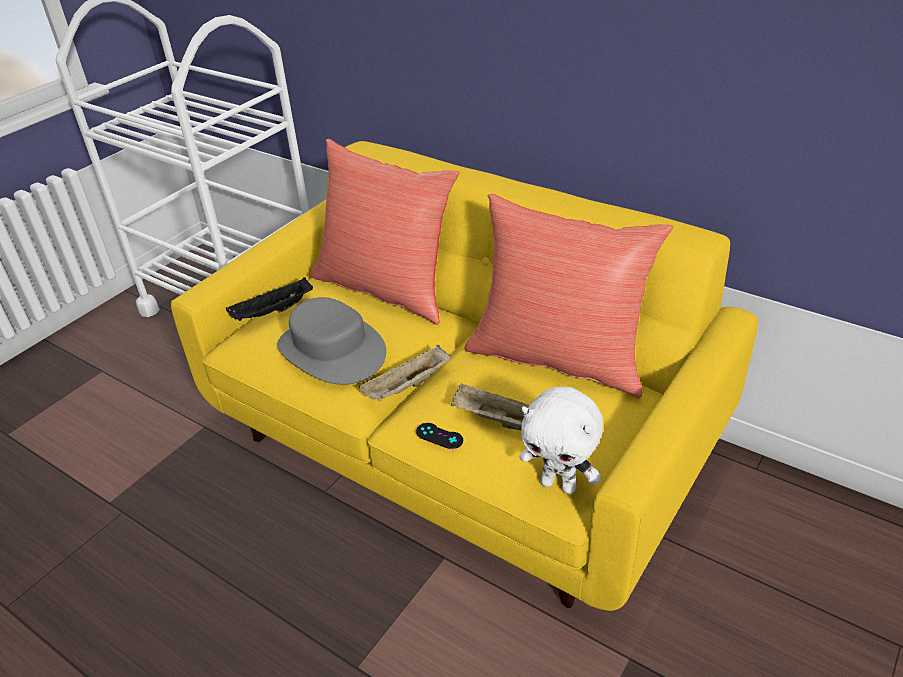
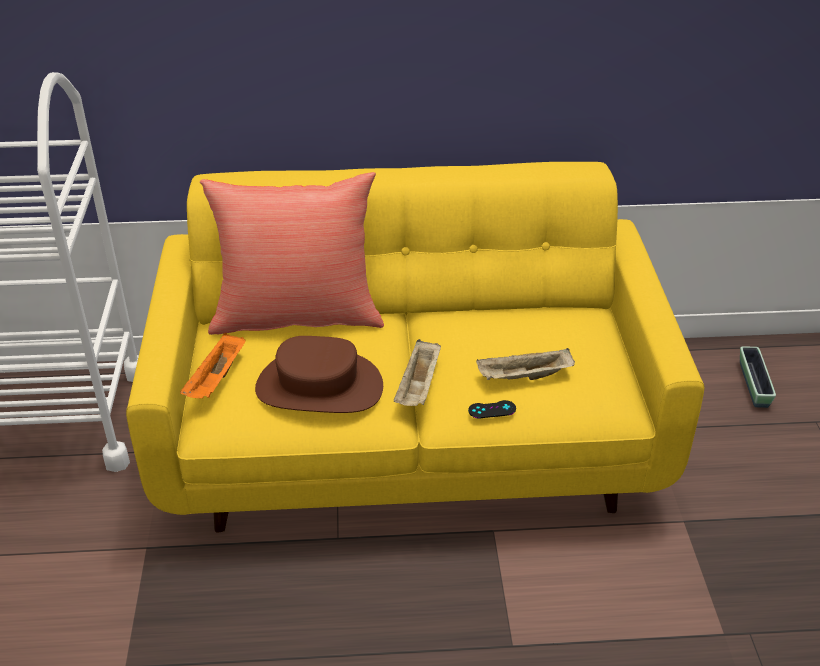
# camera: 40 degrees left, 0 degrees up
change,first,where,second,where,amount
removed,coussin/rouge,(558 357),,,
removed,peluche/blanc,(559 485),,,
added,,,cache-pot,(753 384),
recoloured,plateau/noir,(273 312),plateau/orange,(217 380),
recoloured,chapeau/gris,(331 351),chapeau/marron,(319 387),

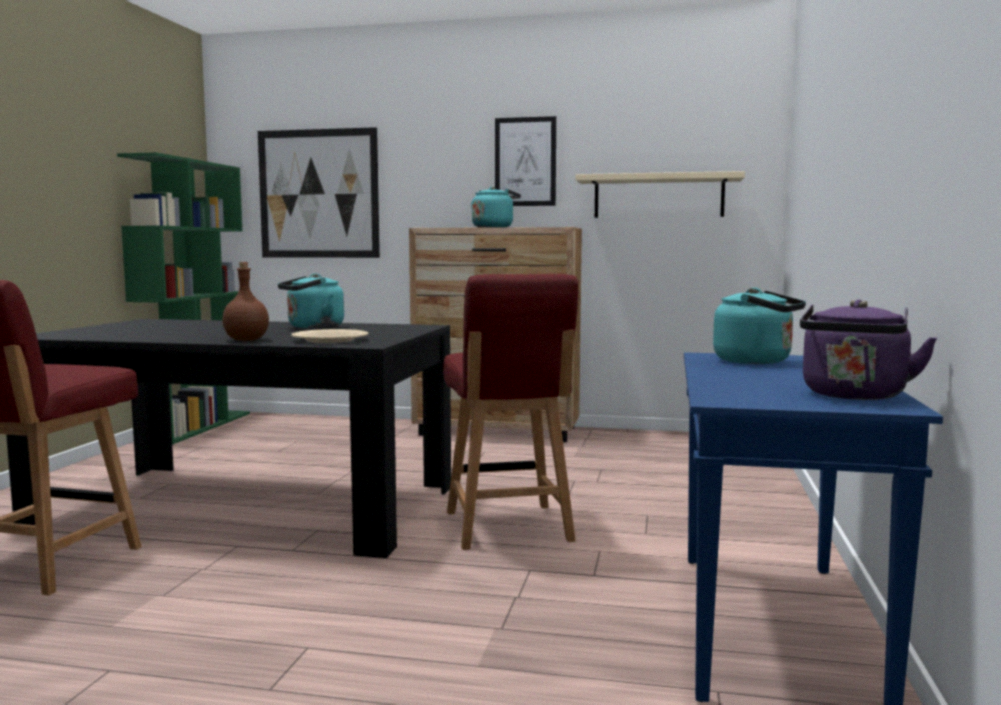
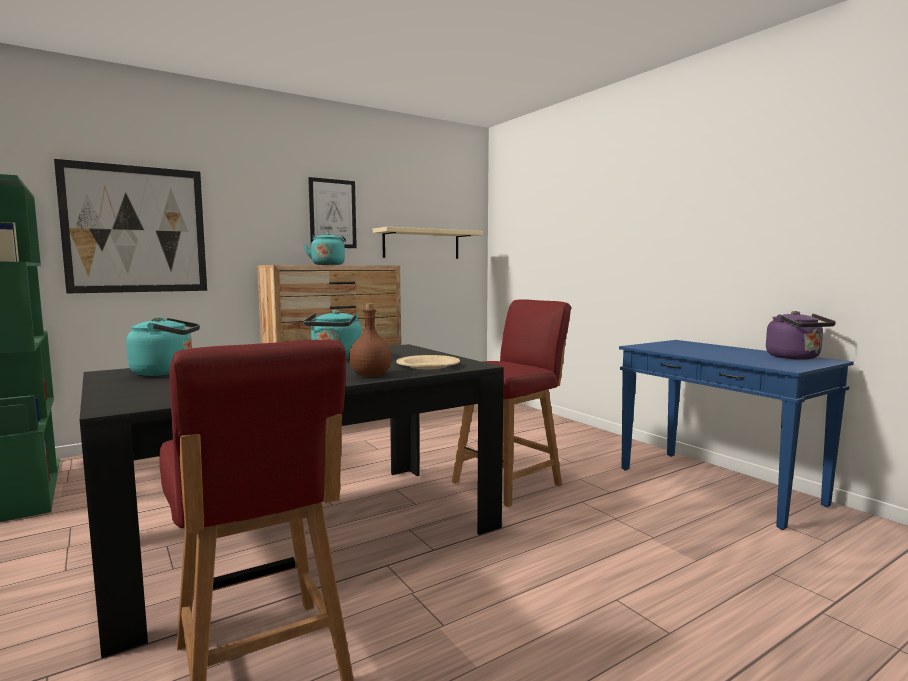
# camera: 45 degrees left, 0 degrees up
change,first,where,second,where,amount
moved,bouilloire/turquoise,(757 361),,(167 372),
turned,chaise/rouge,(508 527),,(509 483),75 degrees counterclockwise

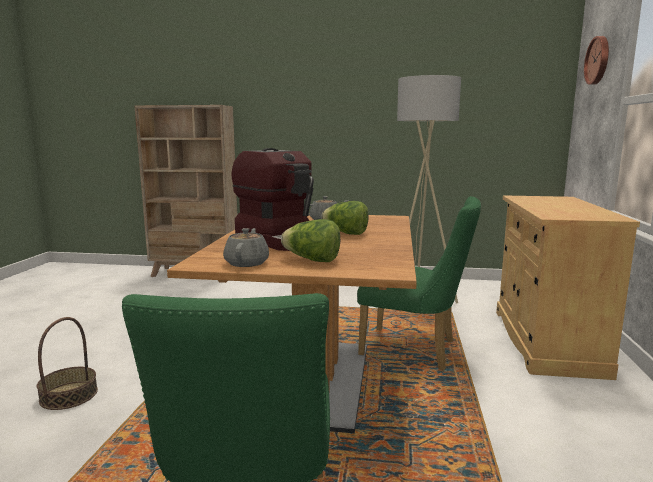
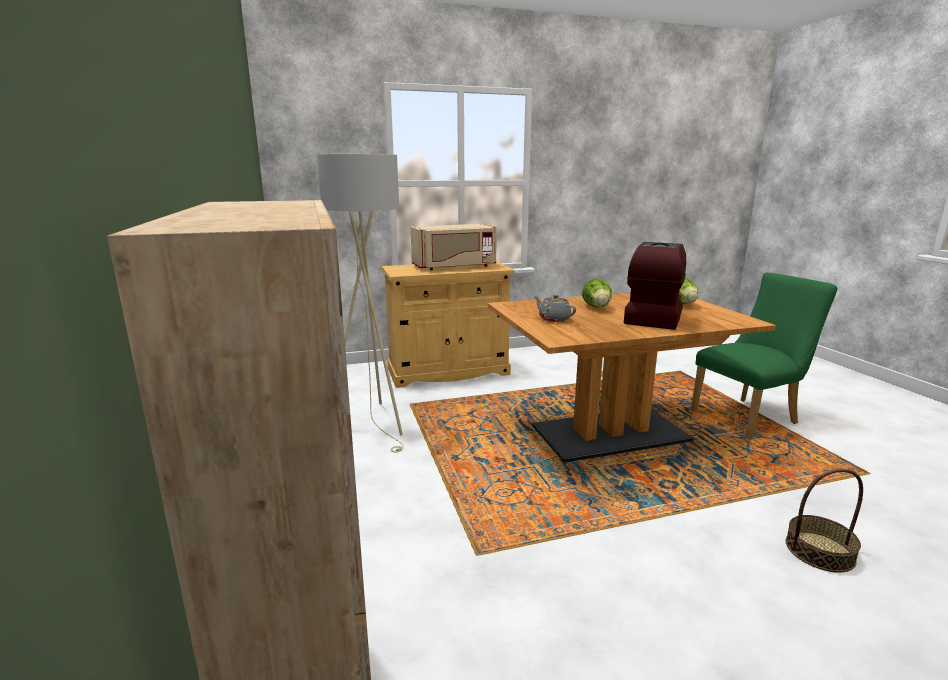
# camera: 115 degrees left, 5 degrees up
change,first,where,second,where,amount
removed,théière/gris,(247 263),,,
removed,chaise/vert,(415 350),,,
removed,horloge murale,(598 60),,,
added,,,micro-ondes/beige,(454 267),

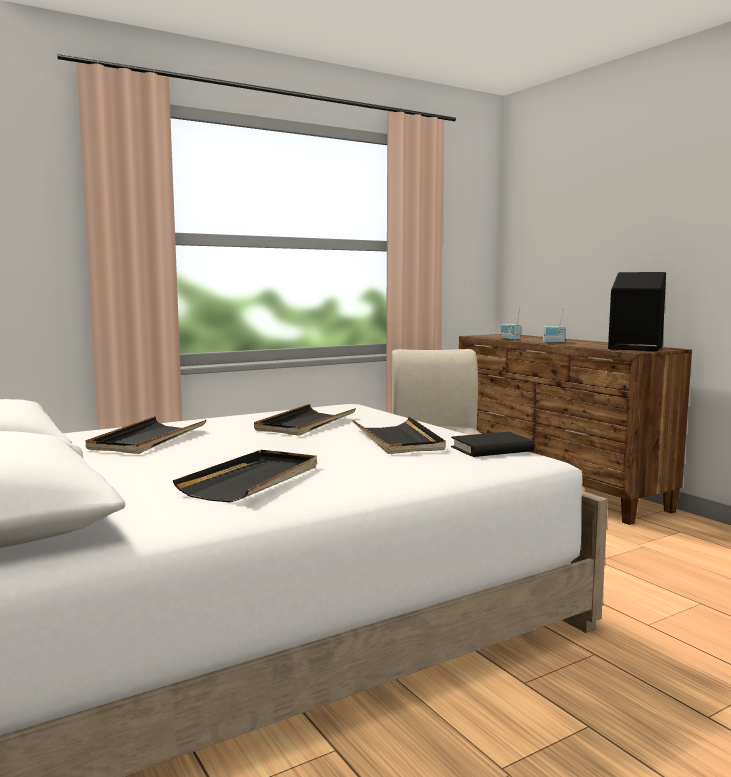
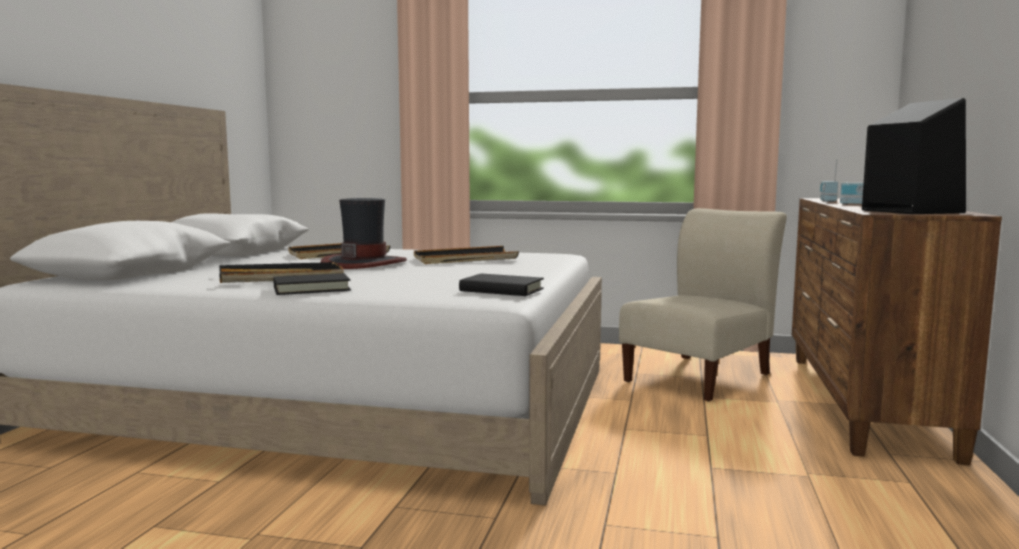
# camera: 45 degrees right, 0 degrees up
change,first,where,second,where,amount
removed,plateau/noir,(398 439),,,
added,,,livre/noir,(311 289),
added,,,chapeau,(364 263),

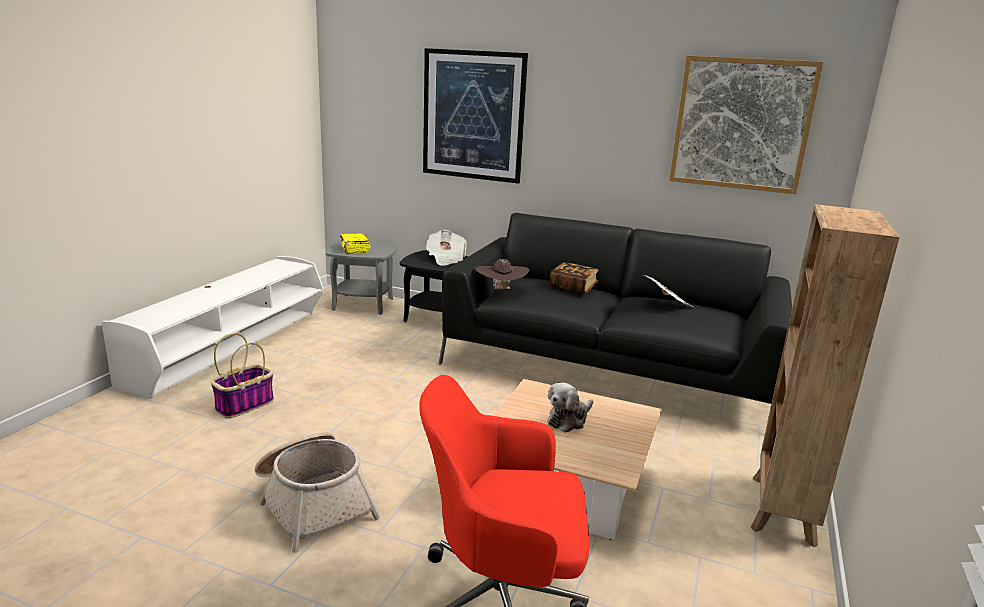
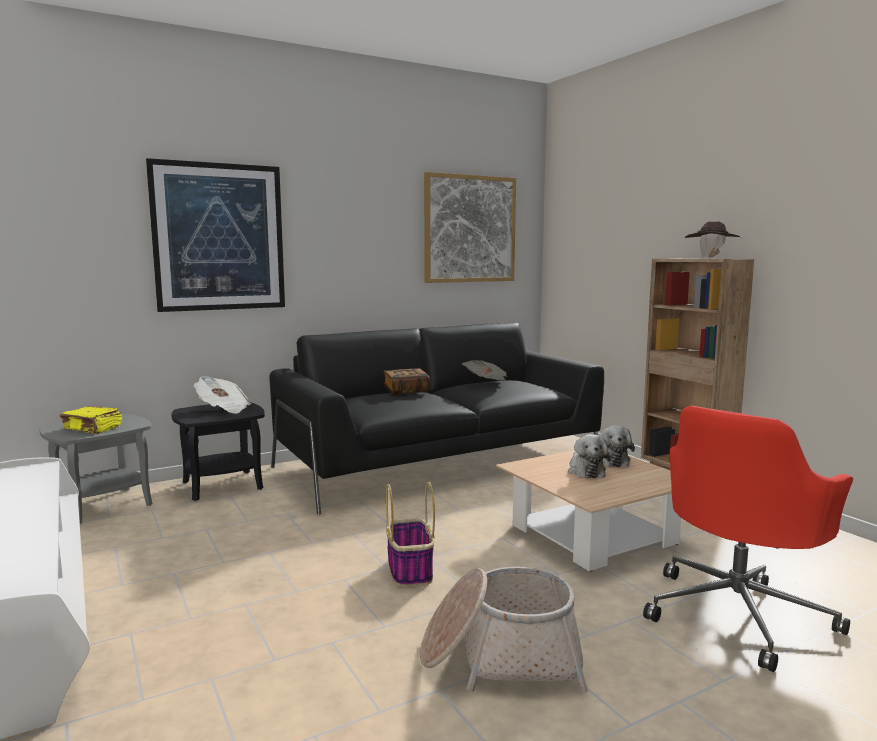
# camera: 50 degrees left, 10 degrees down
change,first,where,second,where,amount
added,,,peluche,(611 460),
moved,panier,(245 405),,(409 570),
moved,chapeau/marron,(501 290),,(711 258),

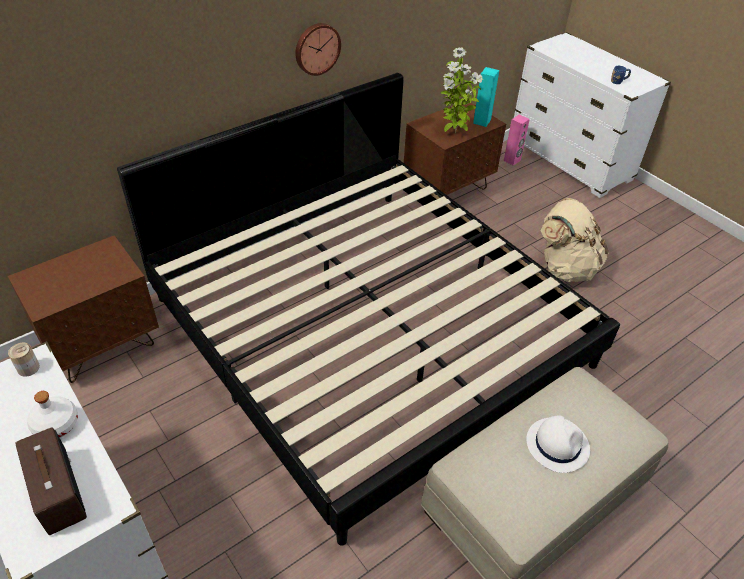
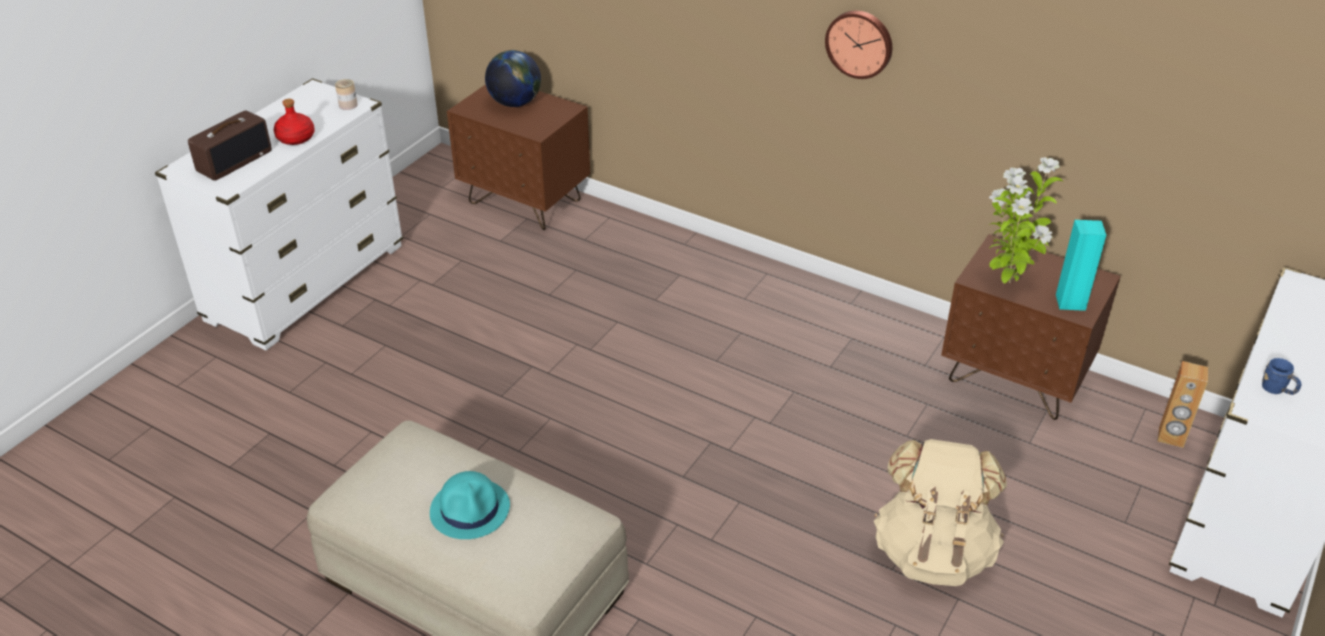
# camera: 70 degrees right, 5 degrees down
change,first,where,second,where,amount
removed,lit,(370 330),,,
added,,,globe,(515 103),
recoloured,bouteille/blanc,(57 425),bouteille/rouge,(296 138),
recoloured,enceinte/rose,(512 160),enceinte/marron,(1171 437),
recoloured,chapeau/blanc,(557 444),chapeau/turquoise,(470 509),

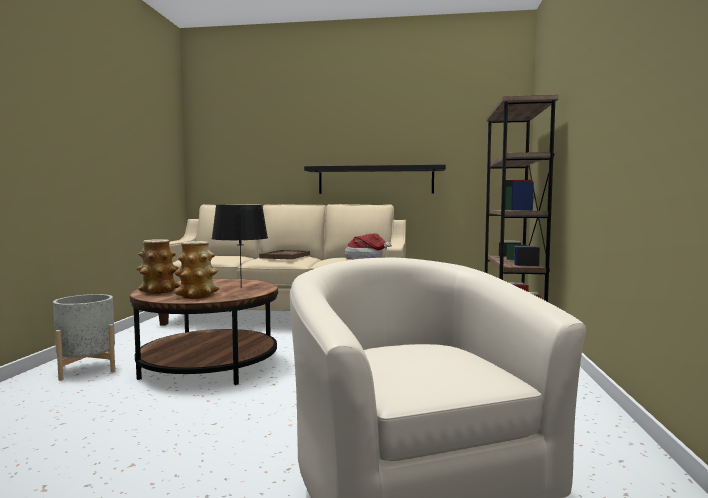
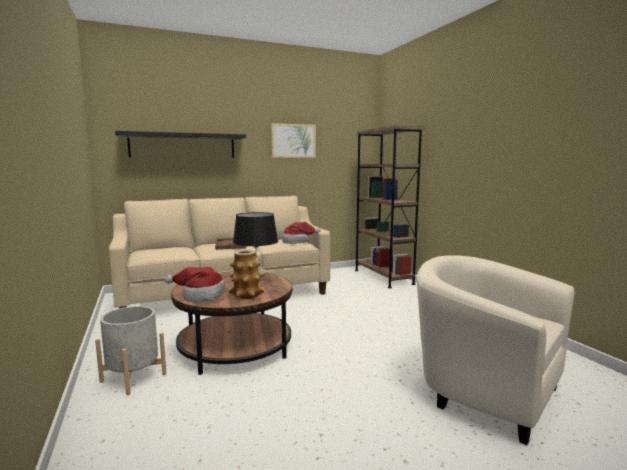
# camera: 30 degrees left, 5 degrees up
change,first,where,second,where,amount
added,,,tableau,(293 141),
moved,étagère/noir,(375 180),,(183 145),
replaced,vase,(158 291),chapeau,(200 295),

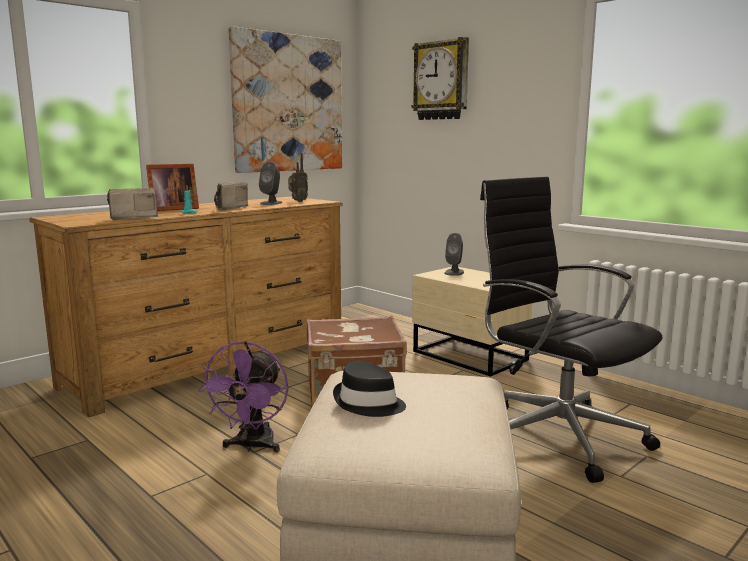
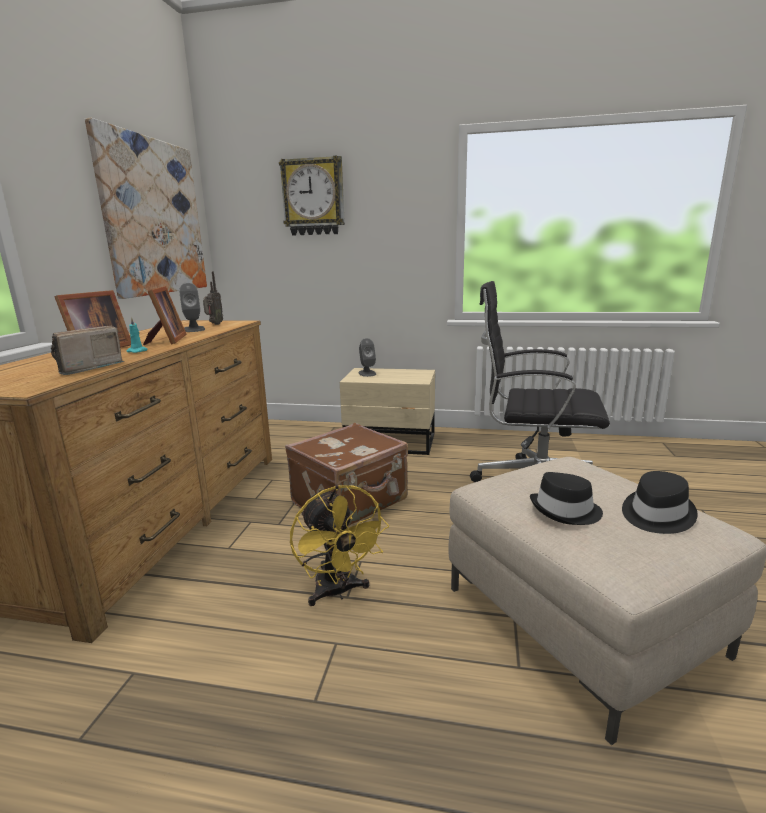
# camera: 35 degrees left, 5 degrees up
change,first,where,second,where,amount
added,,,chapeau/noir,(656 514),
replaced,radio,(227 208),cadre photo,(167 340),
recoloured,ventilateur/violet,(252 446),ventilateur/jaune,(338 592),

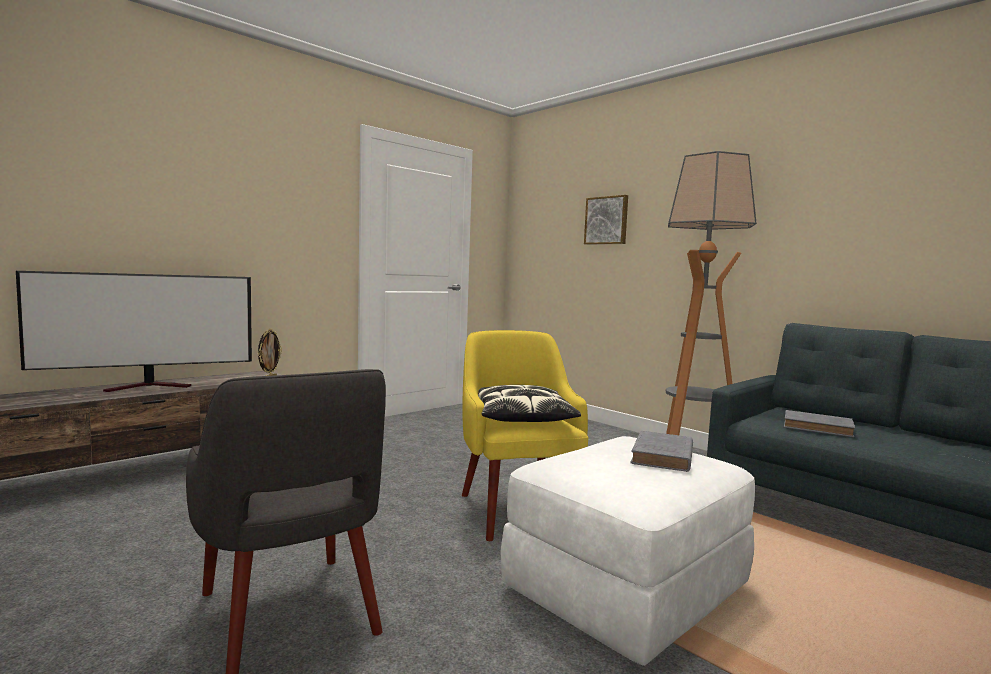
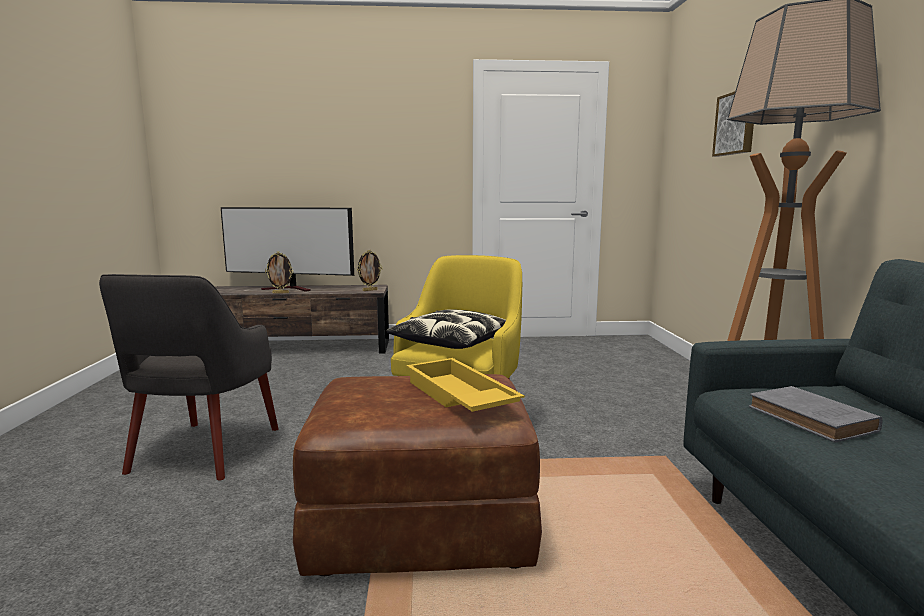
# camera: 40 degrees right, 5 degrees up
change,first,where,second,where,amount
added,,,cadre photo,(281 293),
replaced,livre/gris,(662 457),plateau/jaune,(457 397),
recoloured,pouf/blanc,(626 590),pouf/marron,(419 524),

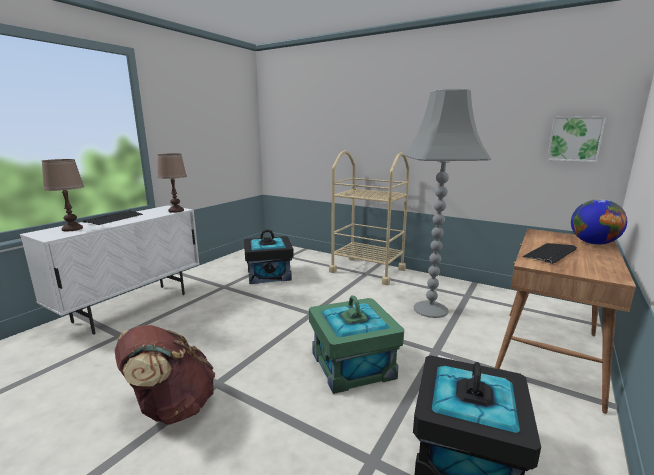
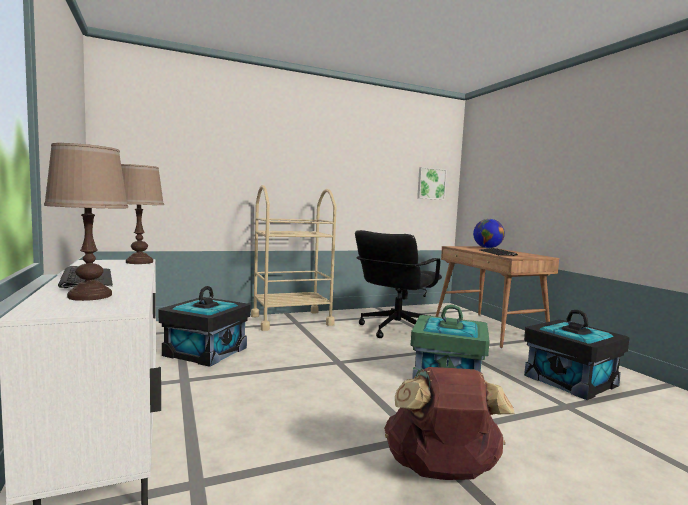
# camera: 55 degrees left, 10 degrees down
change,first,where,second,where,amount
replaced,lampadaire/gris,(429 309),chaise de bureau/noir,(395 329),

